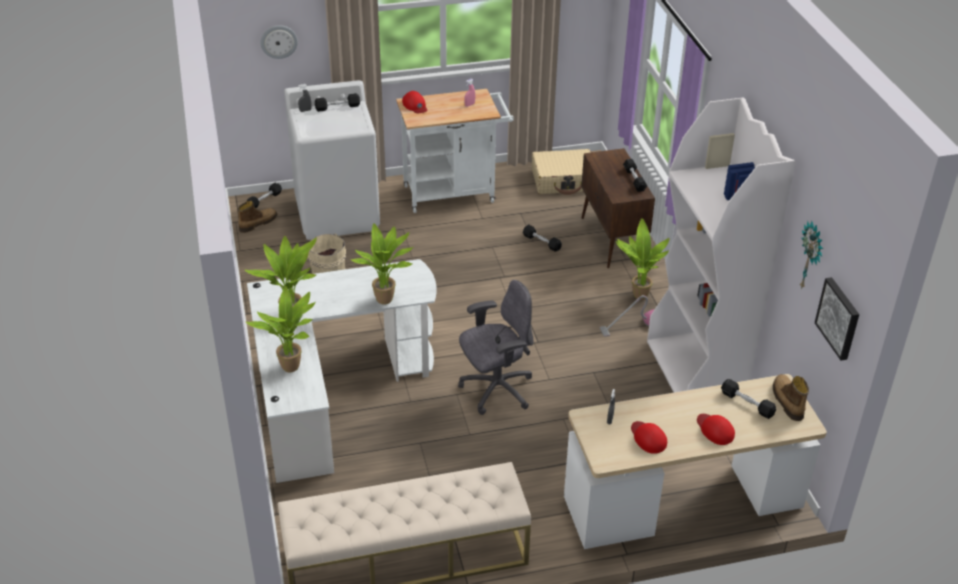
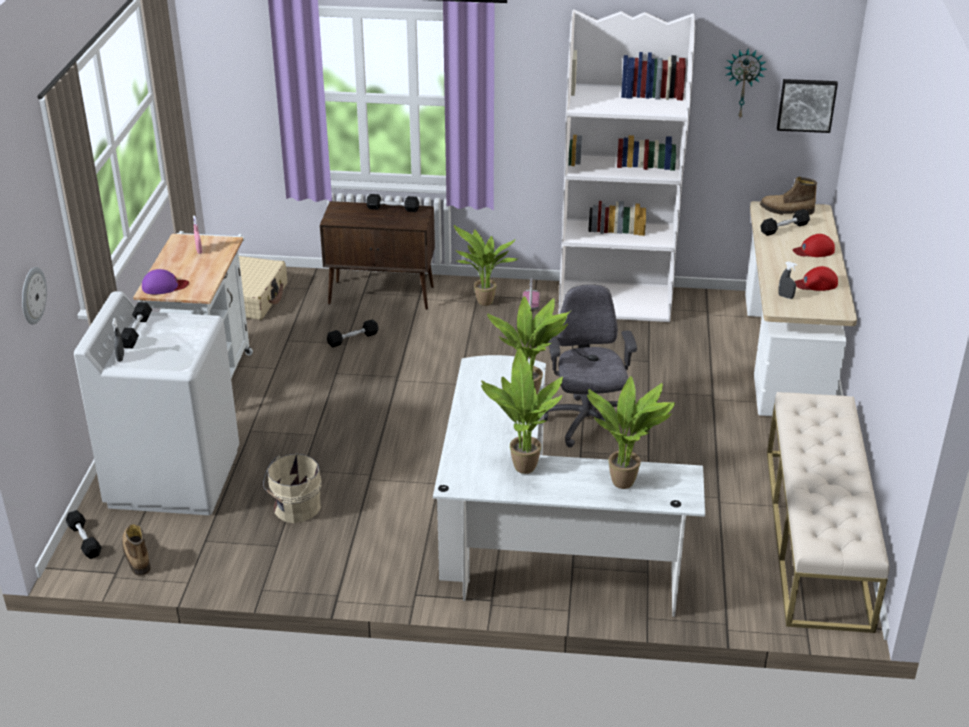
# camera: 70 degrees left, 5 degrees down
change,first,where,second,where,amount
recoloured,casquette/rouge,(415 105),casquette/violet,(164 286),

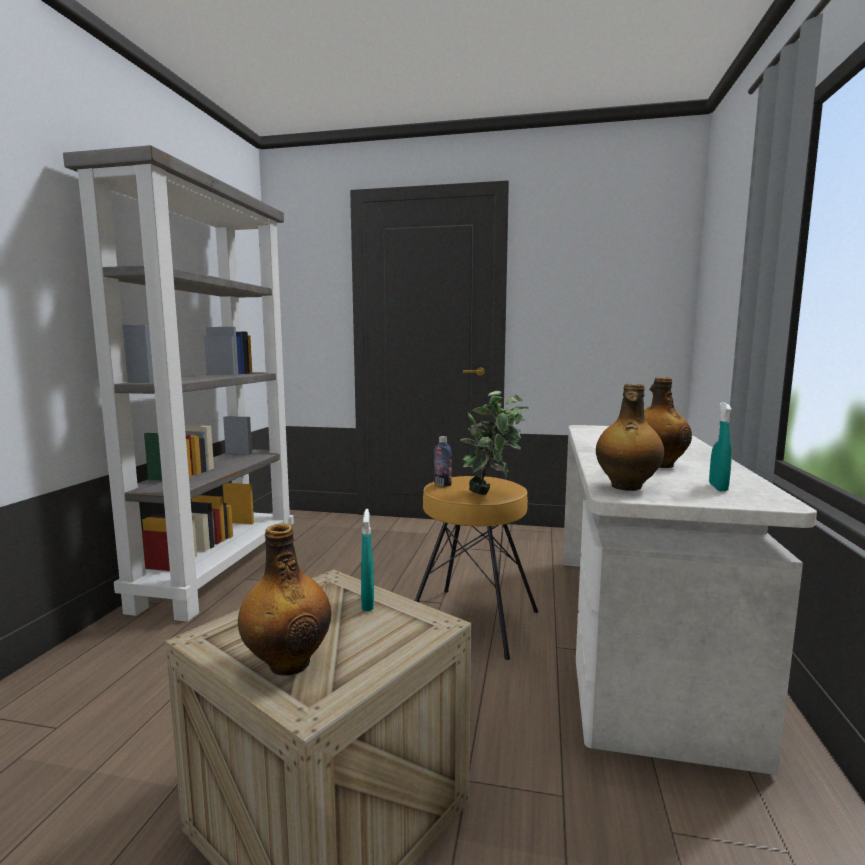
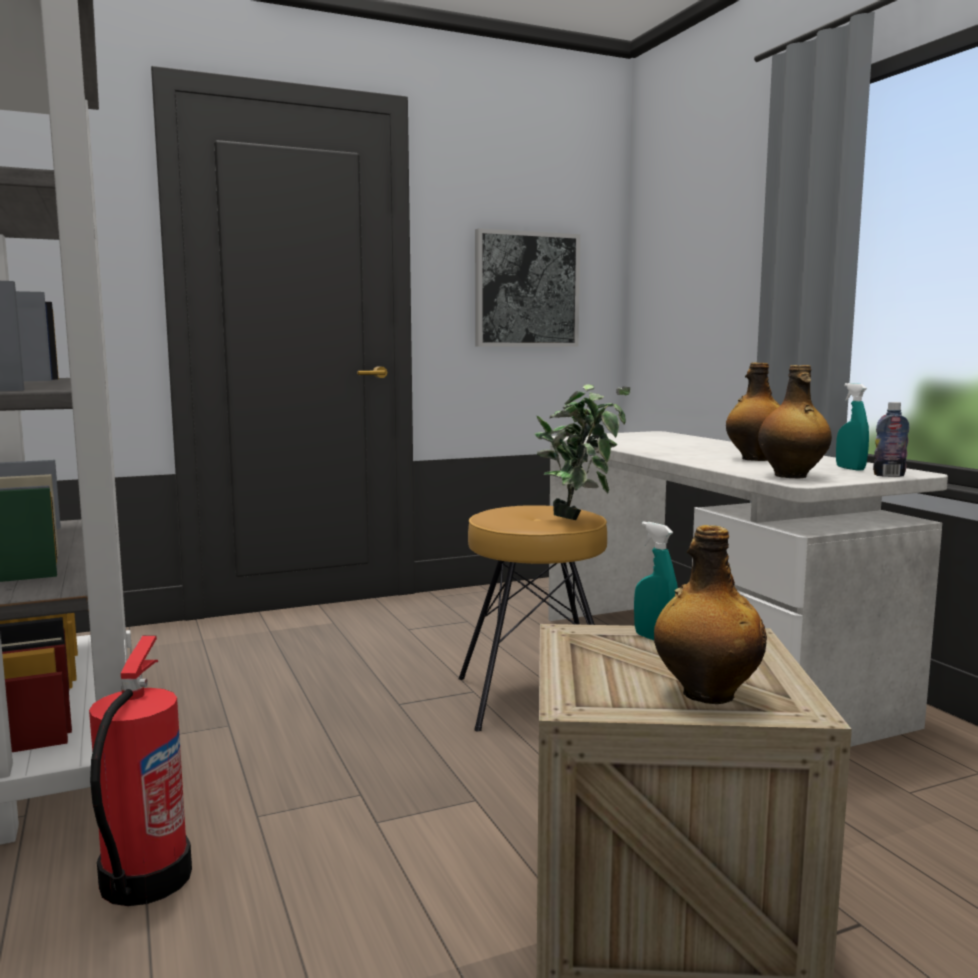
# camera: 35 degrees left, 0 degrees up
change,first,where,second,where,amount
added,,,extincteur,(143 881),
added,,,tableau,(526 290),
moved,bouteille,(442 484),,(889 475),

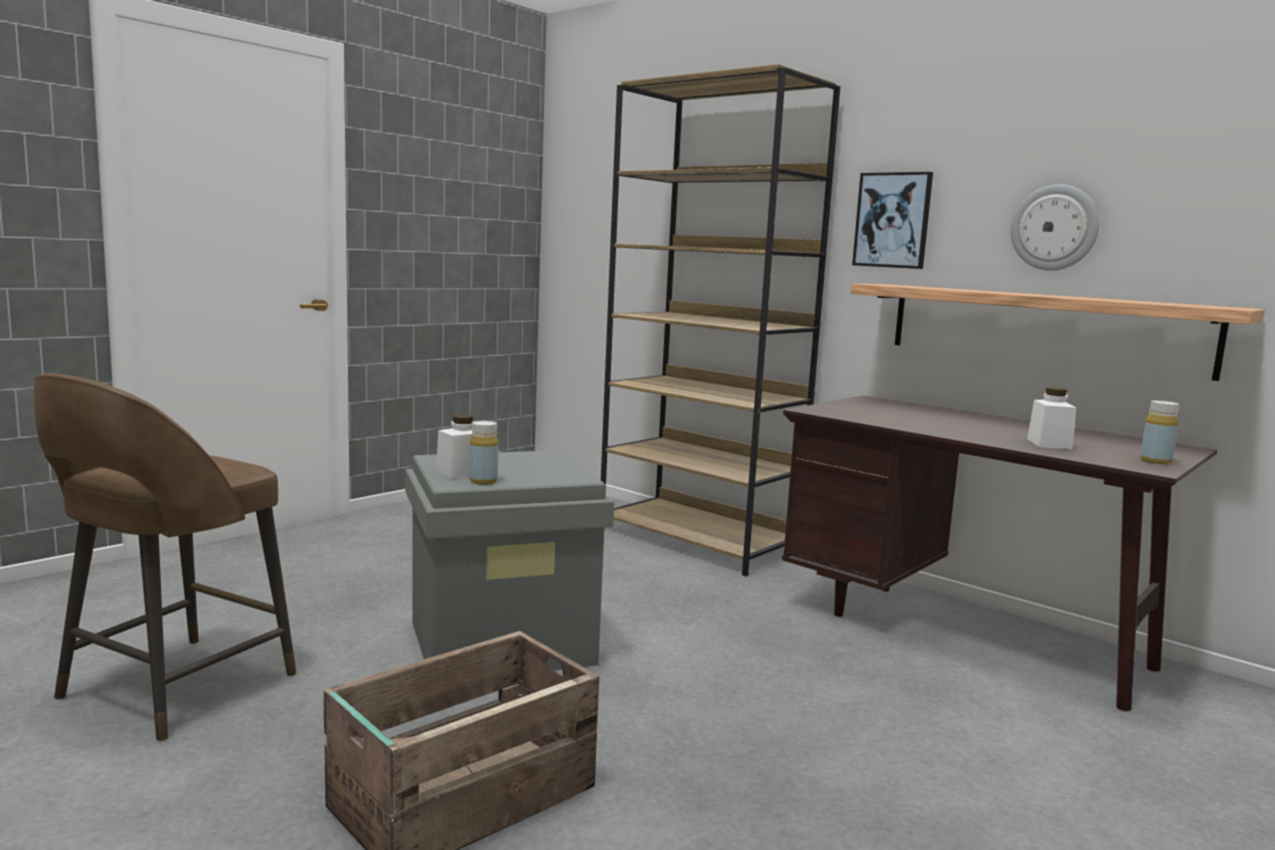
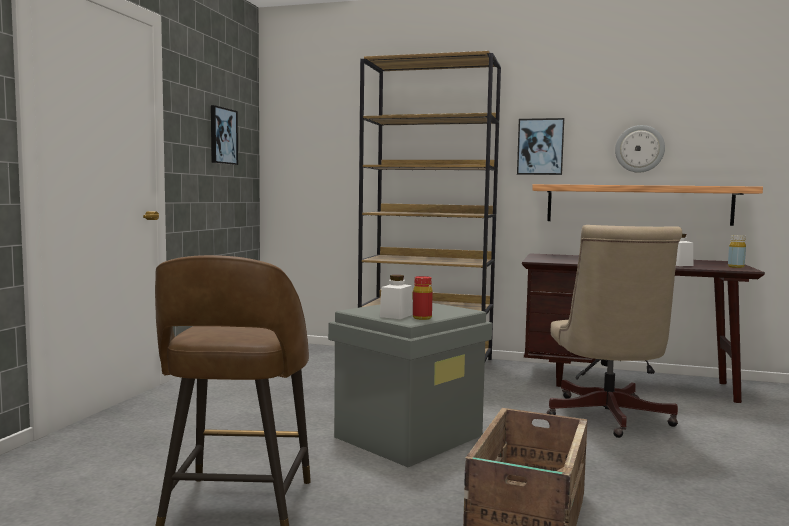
# camera: 25 degrees left, 5 degrees down
change,first,where,second,where,amount
added,,,tableau,(222 136),
added,,,chaise de bureau/beige,(608 418),
recoloured,bouteille/jaune,(483 481),bouteille/rouge,(422 318),

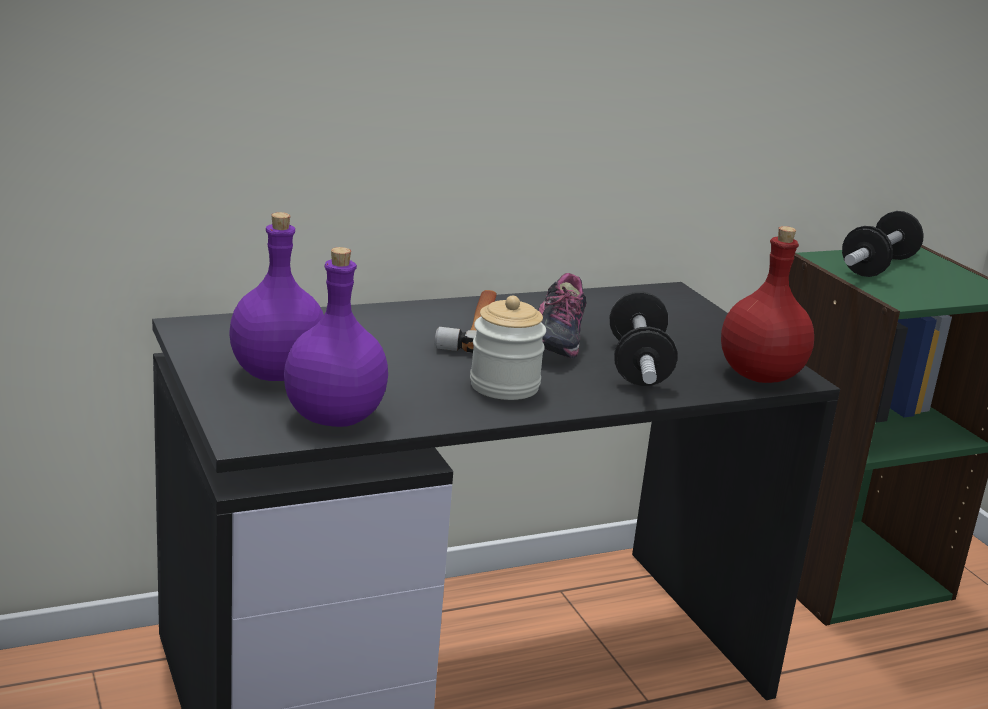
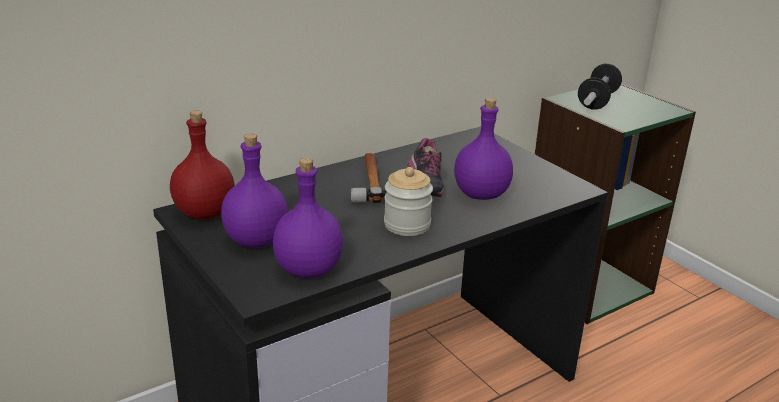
# camera: 10 degrees left, 5 degrees up
change,first,where,second,where,amount
moved,bouteille/rouge,(761 376),,(206 213),
replaced,haltère,(638 365),bouteille/violet,(482 194),

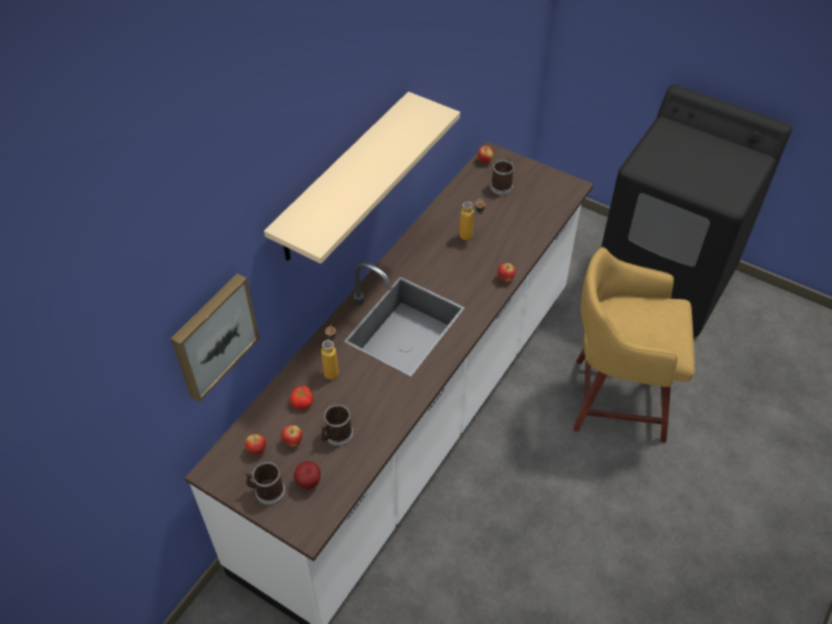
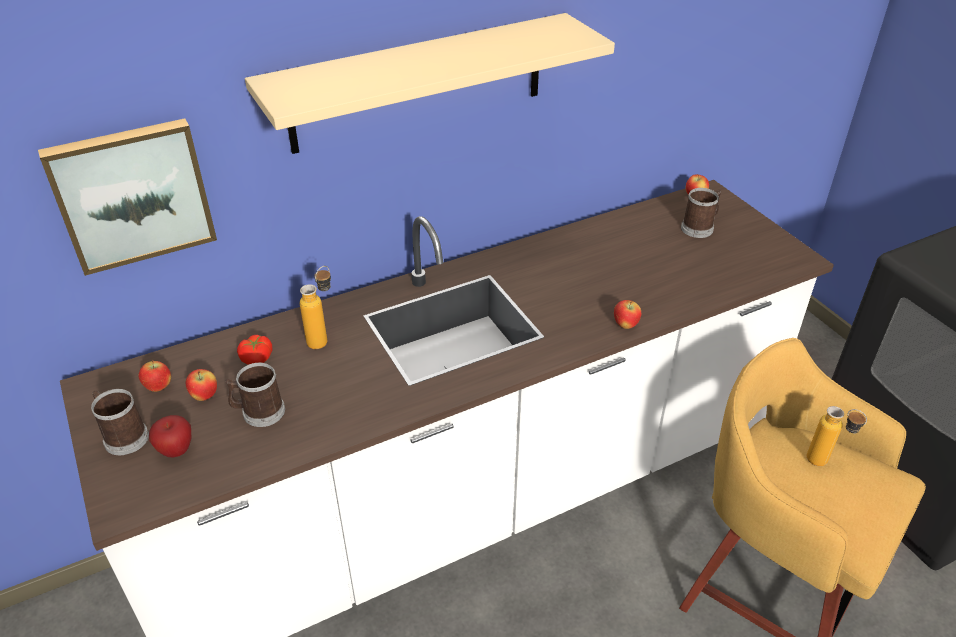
# camera: 30 degrees right, 10 degrees down
change,first,where,second,where,amount
moved,bouteille,(471 237),,(825 464),

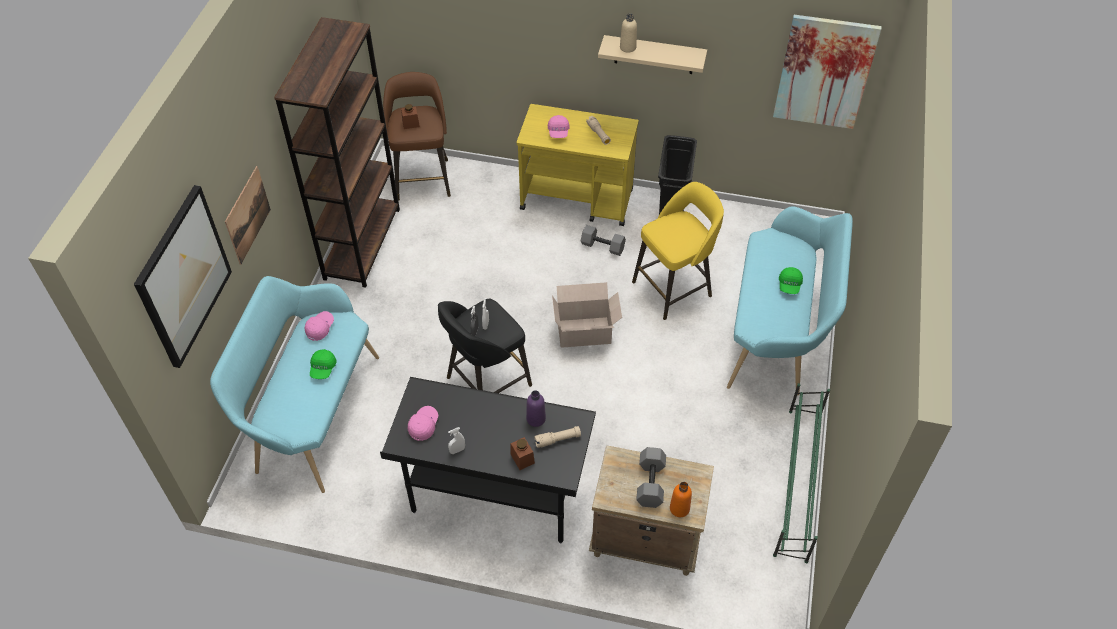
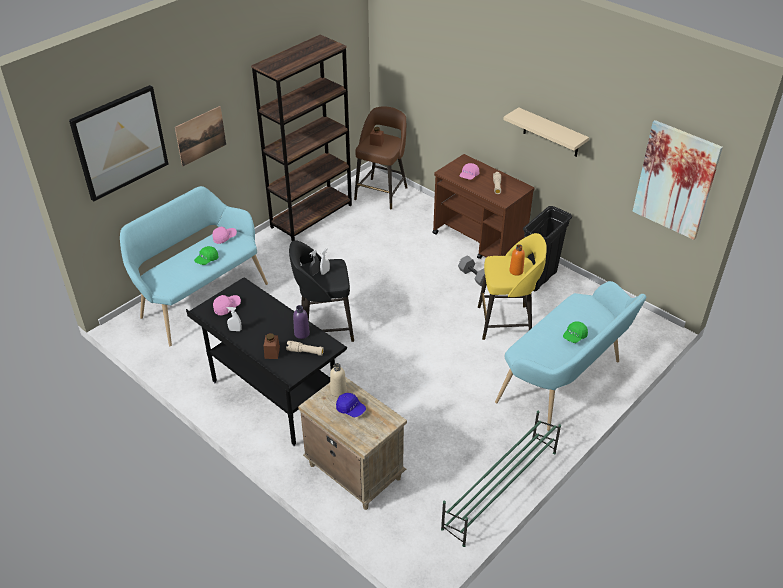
# camera: 30 degrees right, 10 degrees down
change,first,where,second,where,amount
removed,carton,(586 332),,,
moved,bouteille/beige,(628 47),,(338 391),
moved,bouteille/orange,(679 508),,(516 271),
replaced,haltère/gris,(649 482),casquette/bleu,(351 409),
recoloured,chariot/jaune,(577 199),chariot/marron,(479 242),

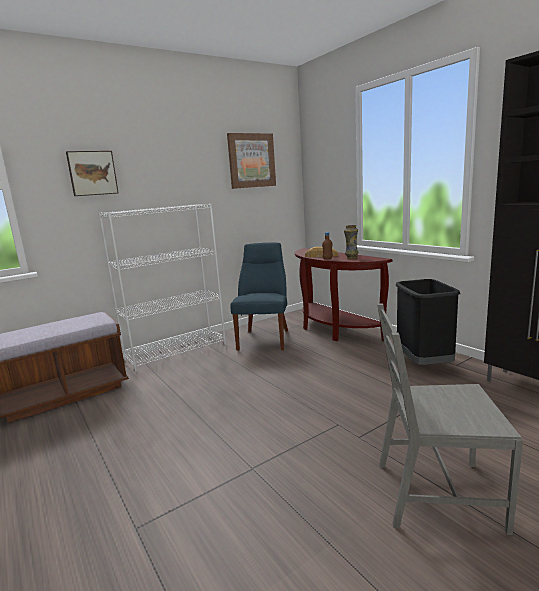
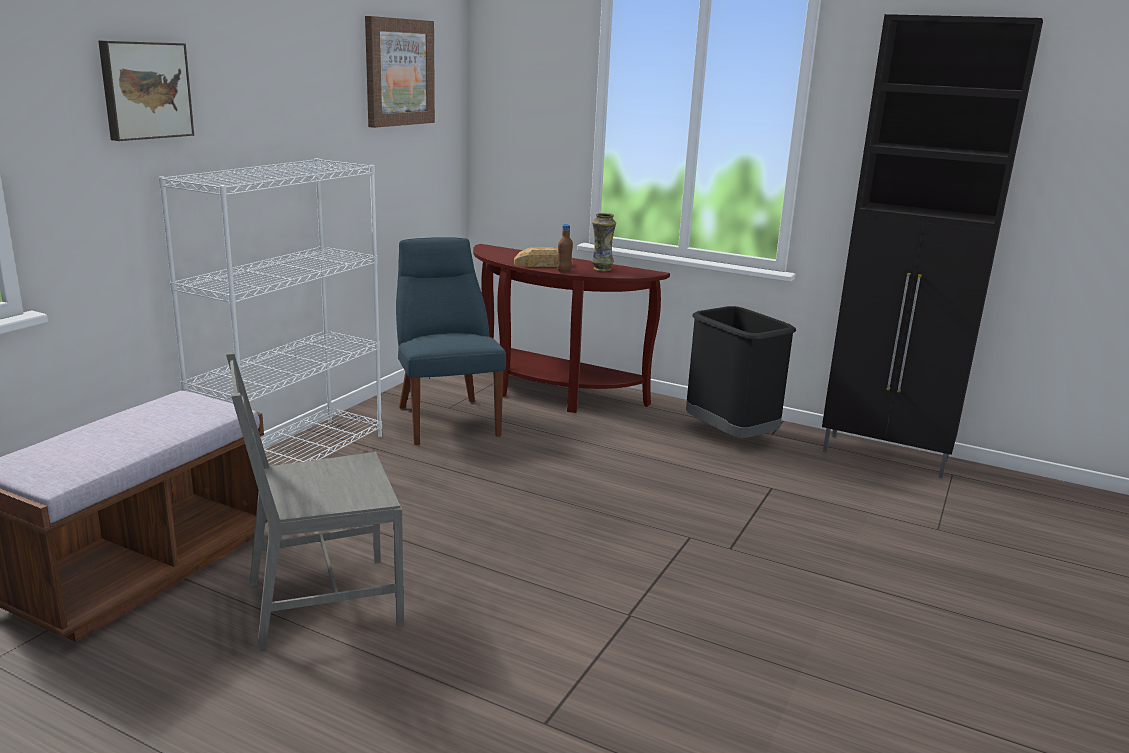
# camera: 30 degrees left, 5 degrees up
change,first,where,second,where,amount
moved,chaise/gris,(436 494),,(322 603),

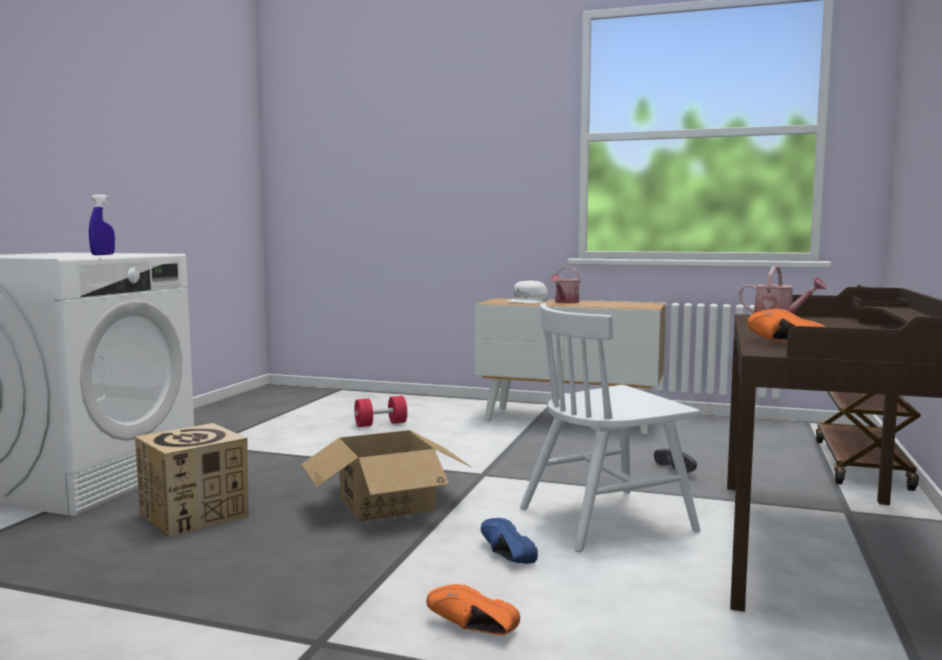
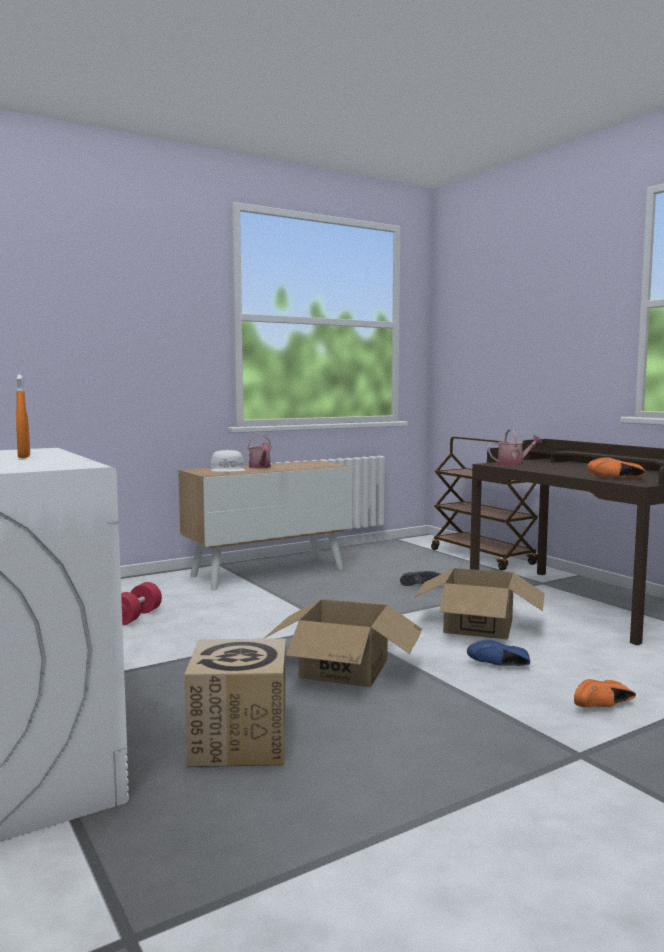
# camera: 50 degrees left, 0 degrees up
change,first,where,second,where,amount
replaced,chaise/blanc,(606 519),carton,(478 626),
recoloured,vaporisateur/bleu,(103 254),vaporisateur/orange,(24 457),

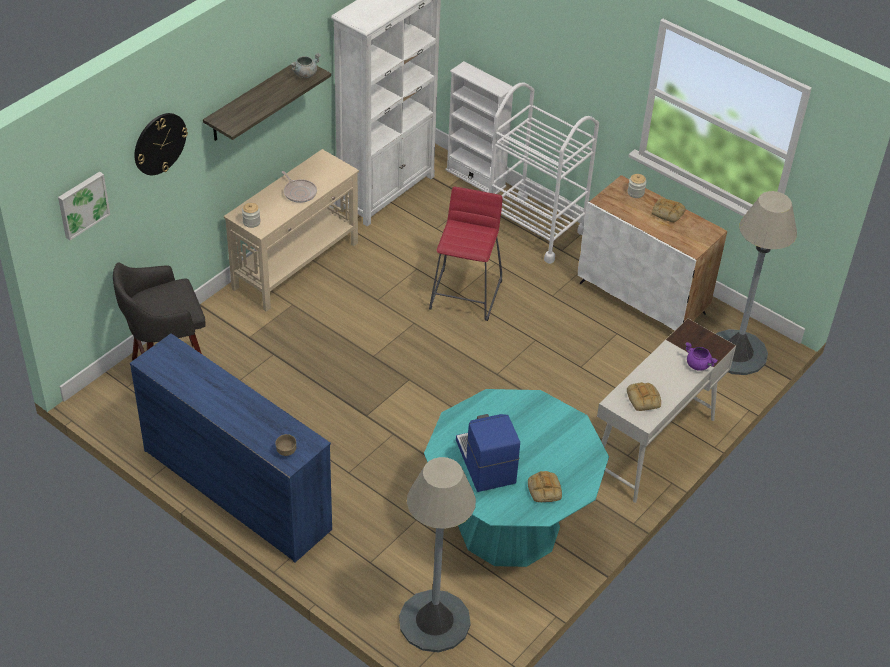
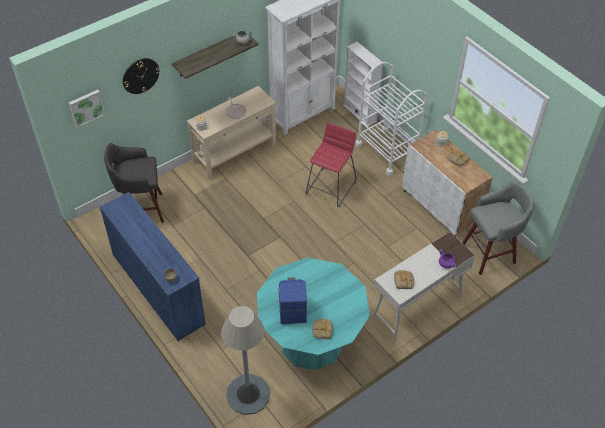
# camera: 15 degrees right, 5 degrees up
change,first,where,second,where,amount
replaced,lampadaire/gris,(737 352),tabouret/gris,(490 253),

